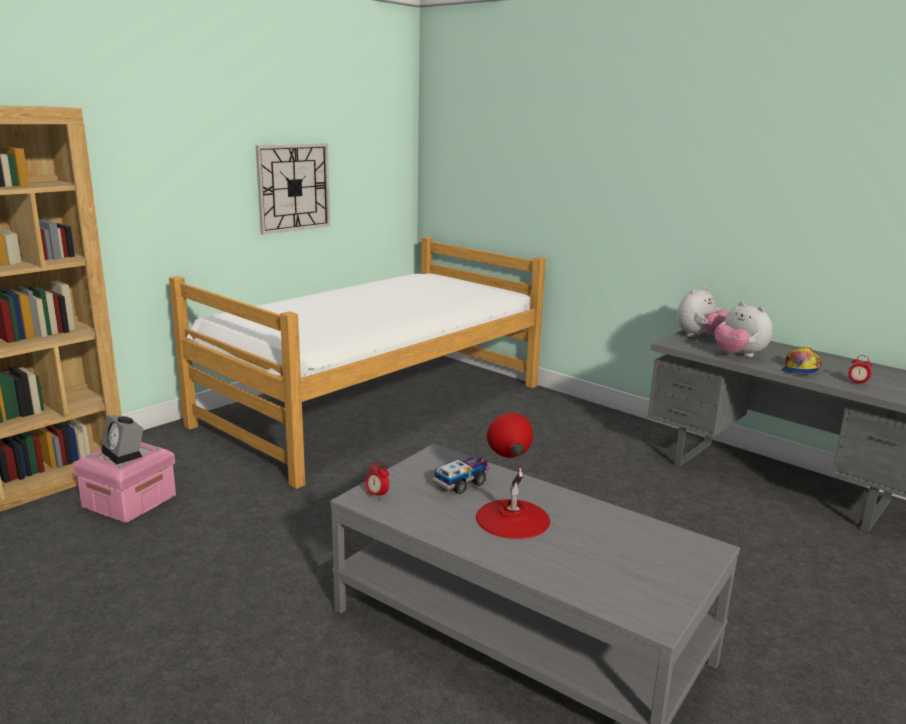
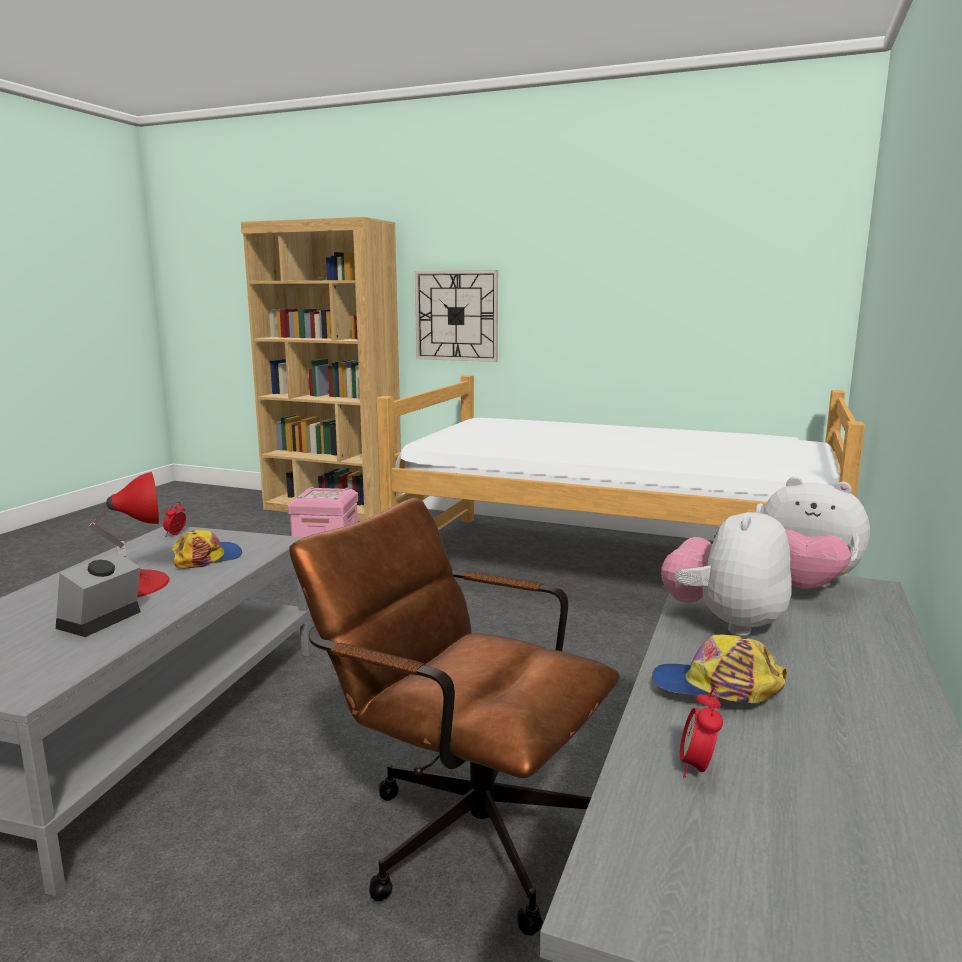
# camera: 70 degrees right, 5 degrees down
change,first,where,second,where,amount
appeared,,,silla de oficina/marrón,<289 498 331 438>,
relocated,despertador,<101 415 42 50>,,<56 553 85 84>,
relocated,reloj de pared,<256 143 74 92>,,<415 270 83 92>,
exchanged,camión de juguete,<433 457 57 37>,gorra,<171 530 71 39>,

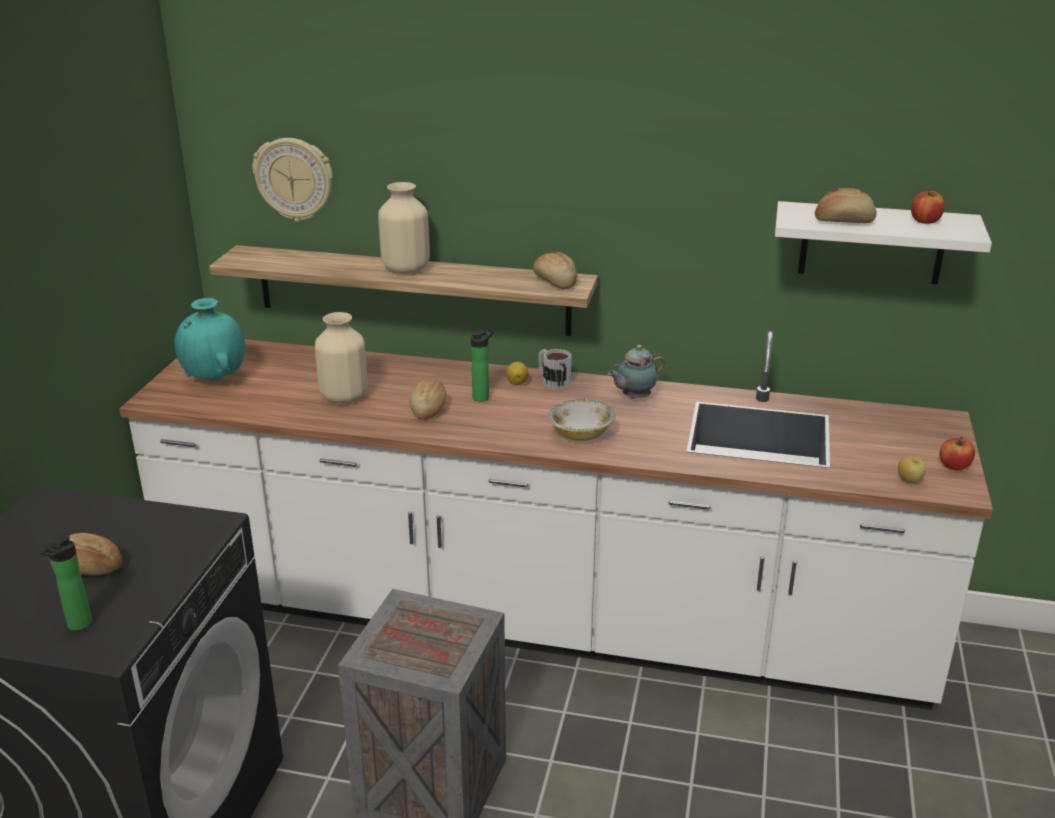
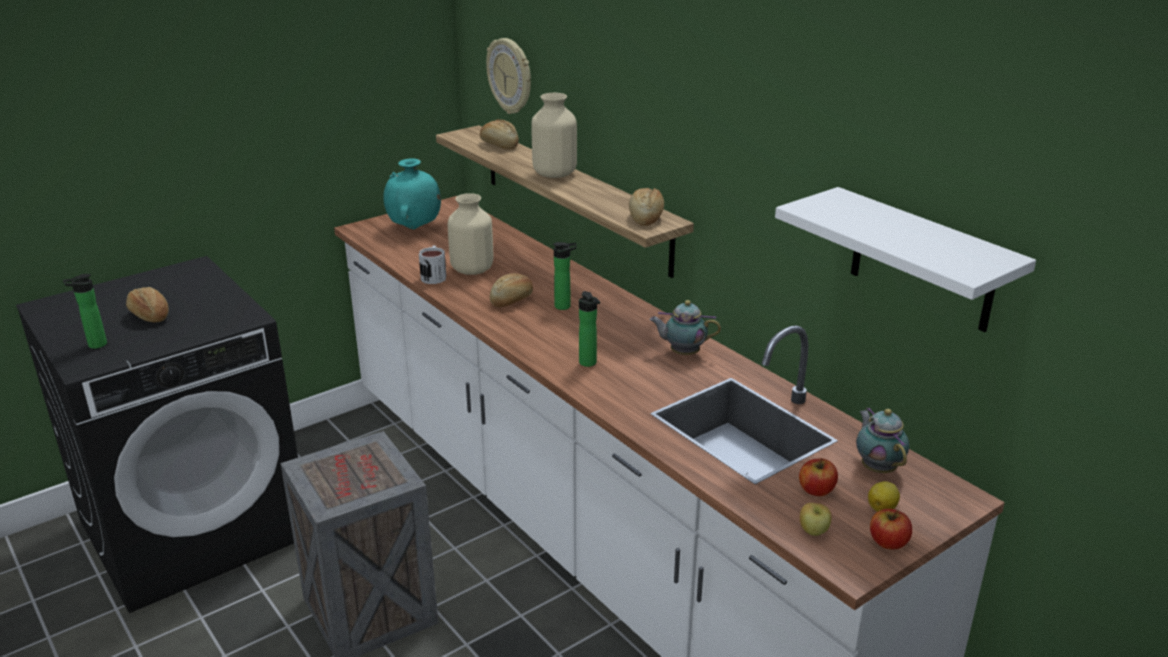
# camera: 40 degrees right, 0 degrees up
change,first,where,second,where,amount
appeared,,,tetera,<856 408 53 65>,
relocated,limón,<506 362 22 23>,,<868 481 32 31>,
relocated,taza grande,<539 349 33 41>,,<419 246 27 38>,
relocated,pan,<815 188 62 35>,,<480 119 39 31>,
relocated,manzana,<911 189 34 35>,,<799 458 39 38>,
exchanged,cuenco,<548 399 68 42>,botella,<579 291 21 76>,

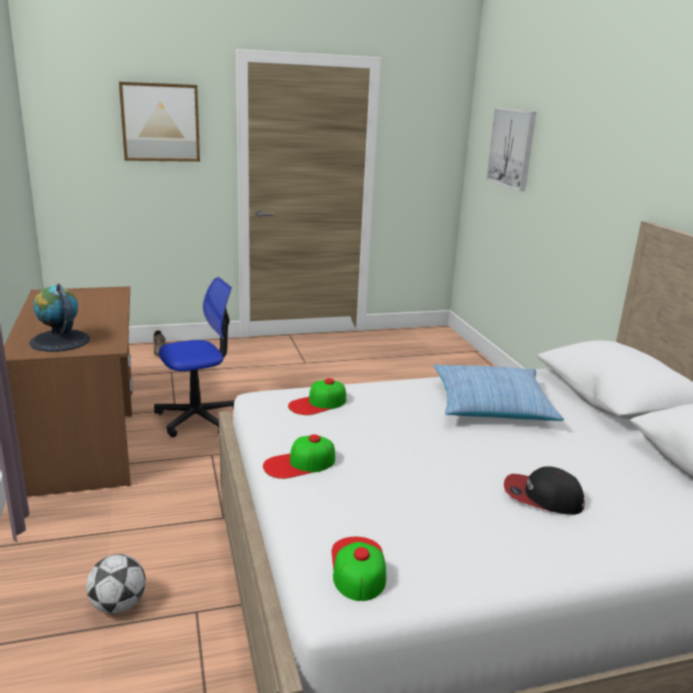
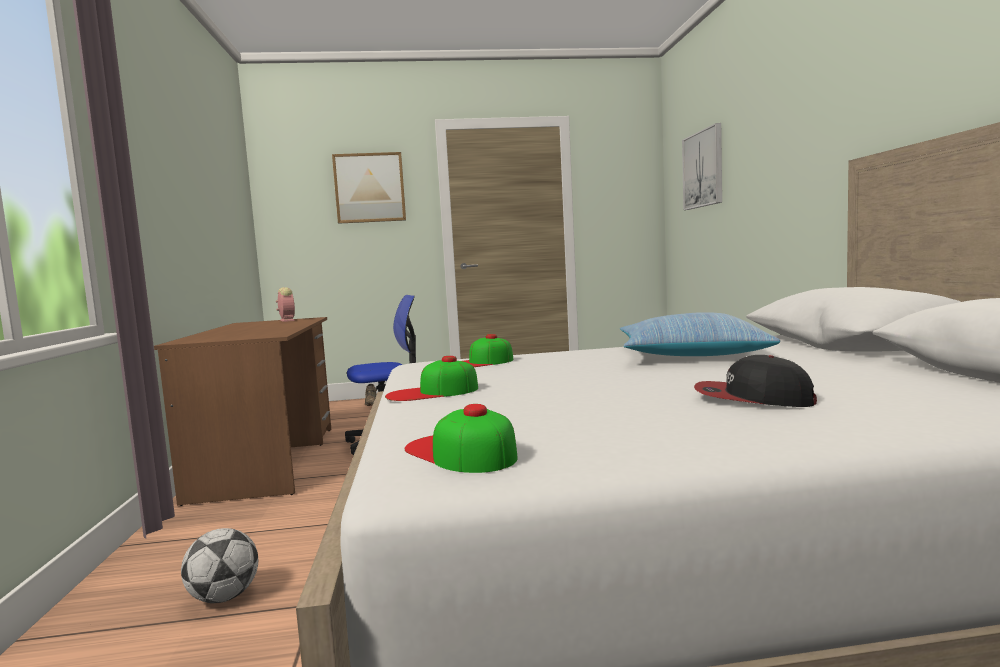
# camera: 10 degrees right, 15 degrees down
change,first,where,second,where,amount
missing,globo terráqueo,<29 284 61 68>,,,
appeared,,,despertador,<276 287 19 35>,
spun,gorra,<332 537 54 64>,,<405 404 113 69>,45 degrees counterclockwise

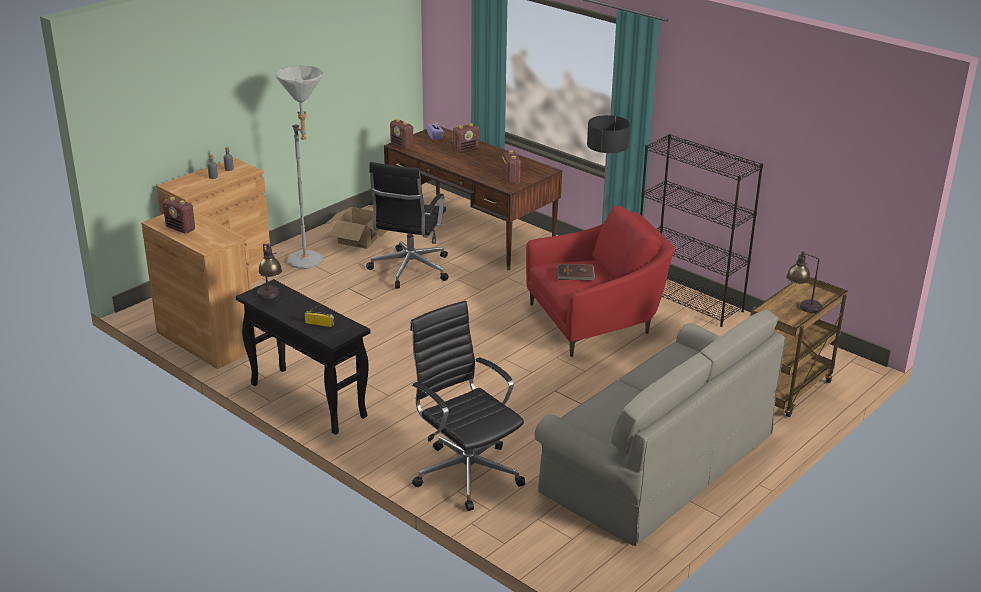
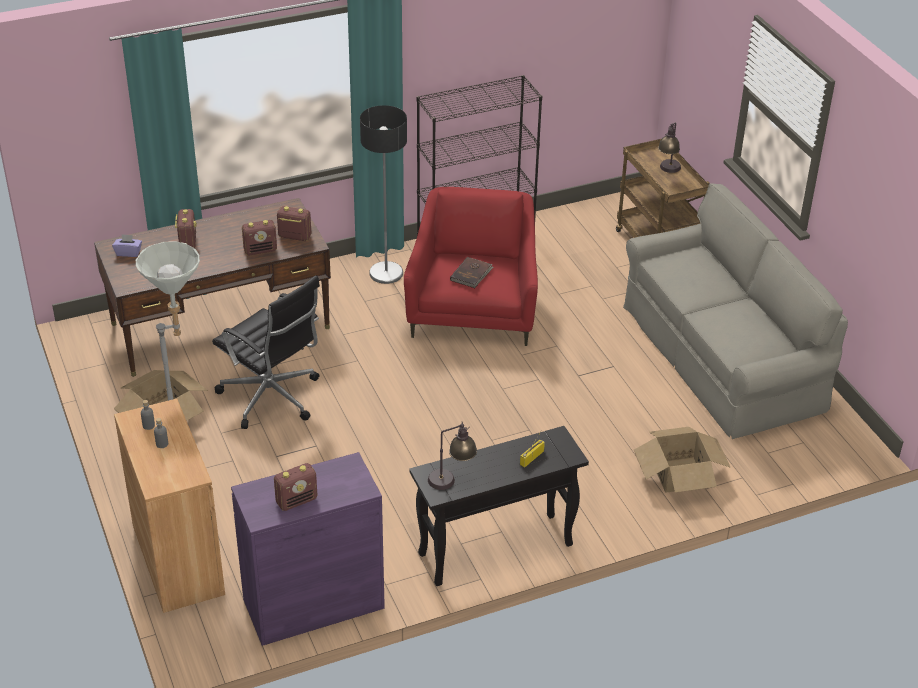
# camera: 65 degrees left, 10 degrees up
change,first,where,second,where,amount
relocated,radio,<390 119 24 31>,,<242 220 35 35>,
exchanged,silla de oficina/negro,<410 301 115 210>,caja de cartón,<634 427 97 66>,
colour,armario/marrón,<141 211 117 158>,armario/morado,<231 452 154 194>,

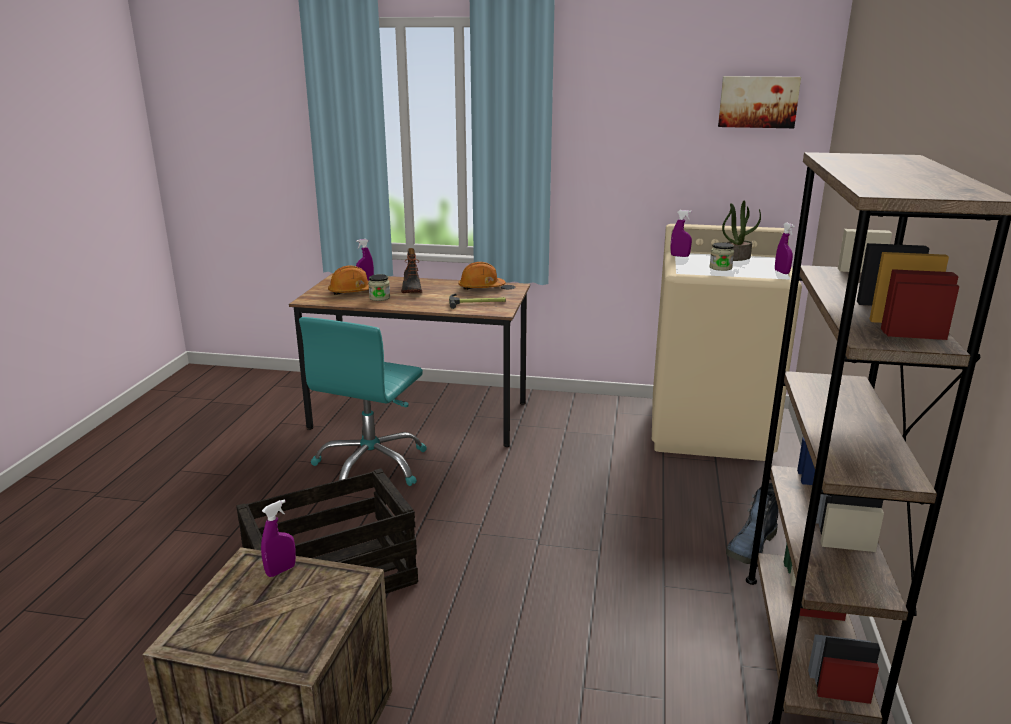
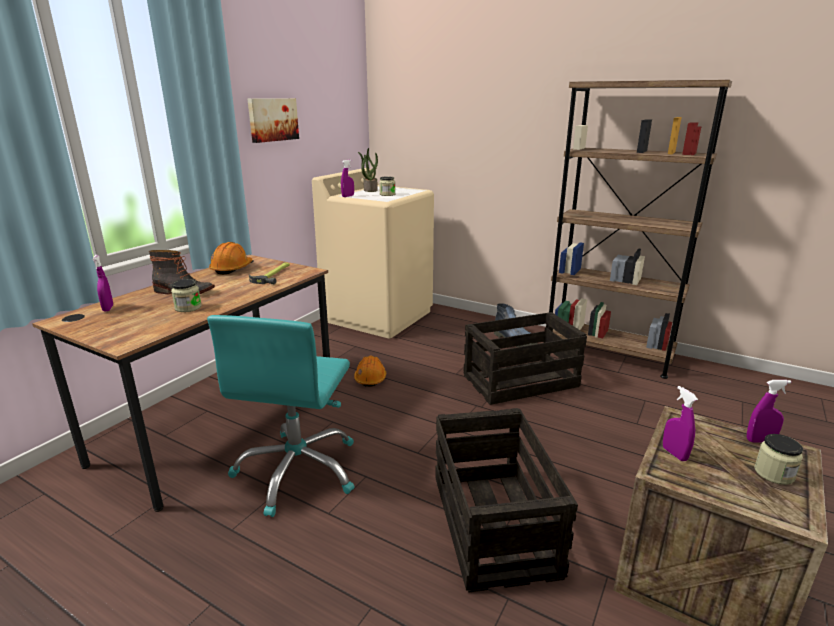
# camera: 70 degrees left, 0 degrees up
change,first,where,second,where,amount
appeared,,,caja de embalaje,<463 312 124 93>,
appeared,,,tarro,<754 434 49 51>,
relocated,casco/naranja,<328 266 41 29>,,<354 356 32 31>,
relocated,cuadro,<718 76 83 52>,,<247 98 52 45>,
relocated,pulverizador/morado,<775 223 20 51>,,<747 380 44 63>,
spun,silla de oficina/turquesa,<299 317 128 169>,,<207 315 148 202>,60 degrees clockwise

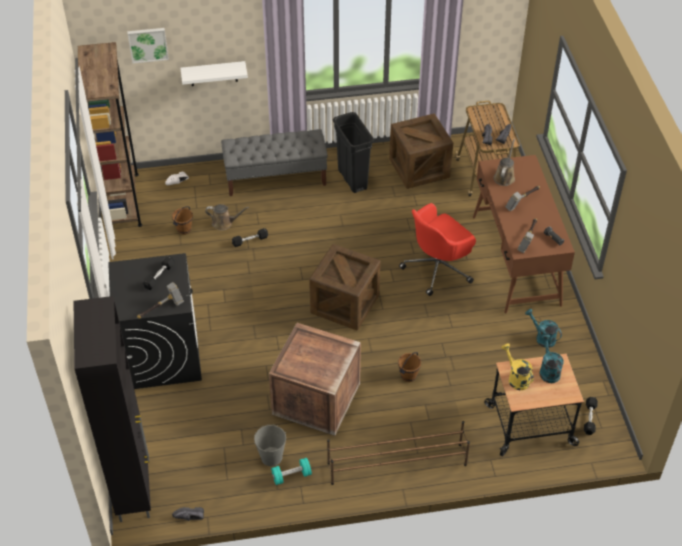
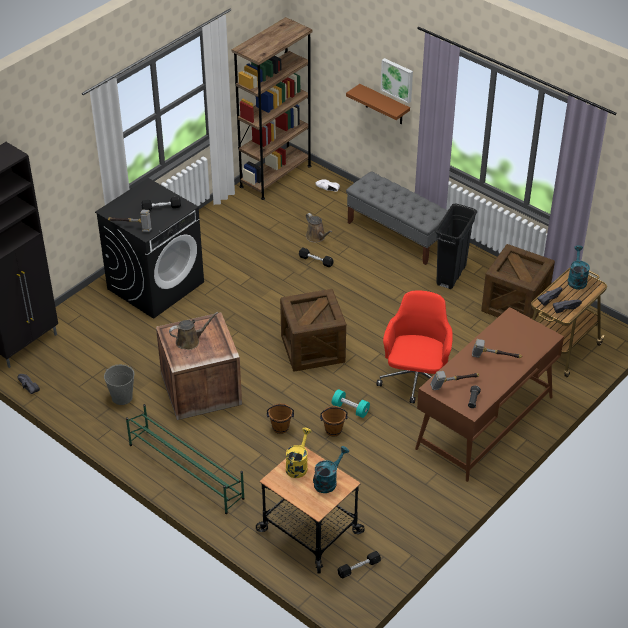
# camera: 50 degrees right, 5 degrees down
change,first,where,second,where,amount
relocated,cuadro,<127 28 42 36>,,<381 58 32 46>,
relocated,cubo/marrón,<172 206 21 29>,,<320 406 28 31>,
relocated,mancuerna/turquesa,<271 458 41 27>,,<332 389 38 29>,
relocated,regadera/marrón,<493 139 22 47>,,<169 312 49 38>,
relocated,regadera/turquesa,<525 309 37 39>,,<568 245 22 45>,
colour,estante/blanco,<181 61 67 25>,estante/marrón,<346 84 64 40>,
colour,zapatero/marrón,<327 421 143 64>,zapatero/verde,<126 404 119 110>,
spun,silla de oficina/rojo,<399 203 77 93>,,<376 290 77 114>,90 degrees clockwise

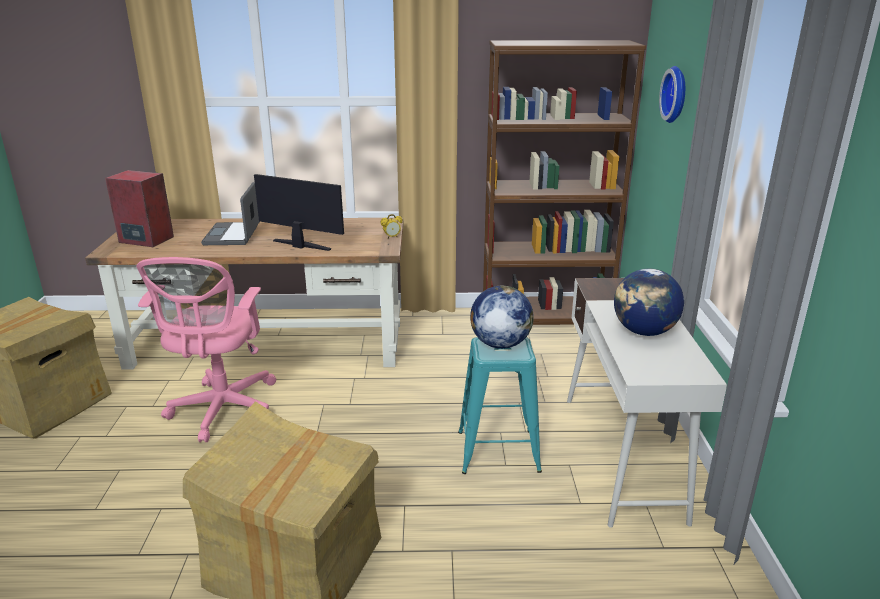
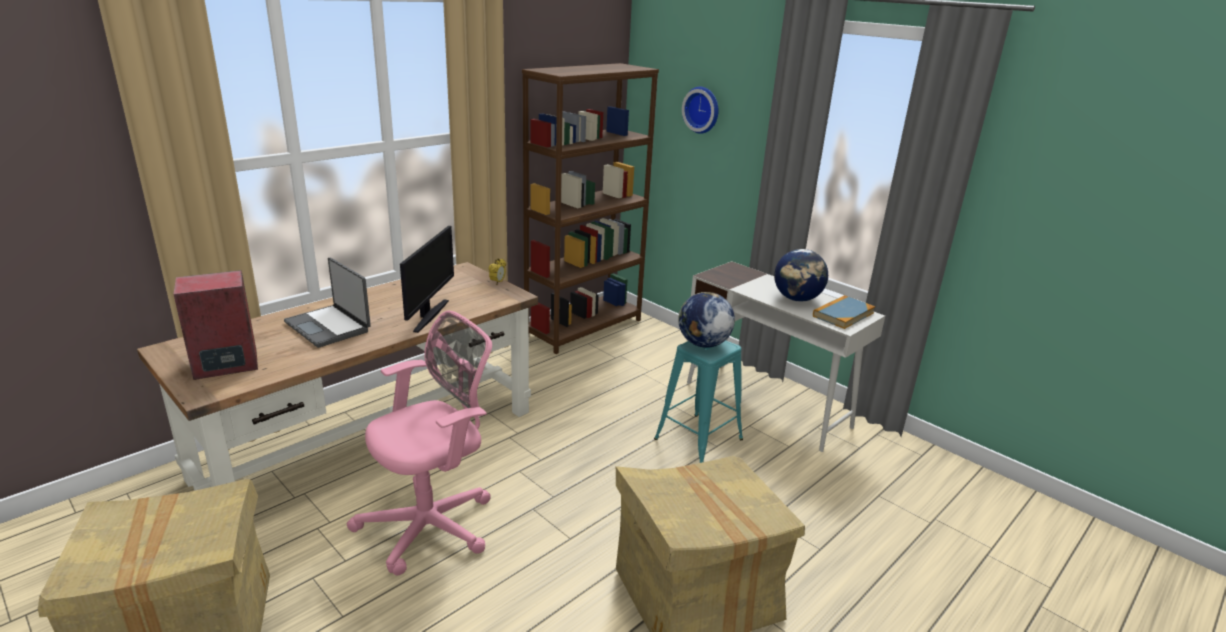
# camera: 45 degrees left, 0 degrees up
change,first,where,second,where,amount
appeared,,,libro,<813 295 62 34>,
spun,silla de oficina/rosa,<136 257 140 185>,,<347 311 145 264>,90 degrees counterclockwise
spun,monitor,<254 174 90 77>,,<400 226 54 107>,120 degrees clockwise

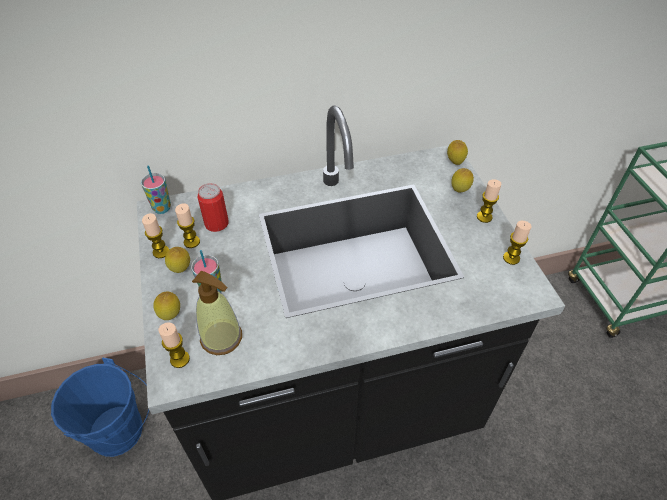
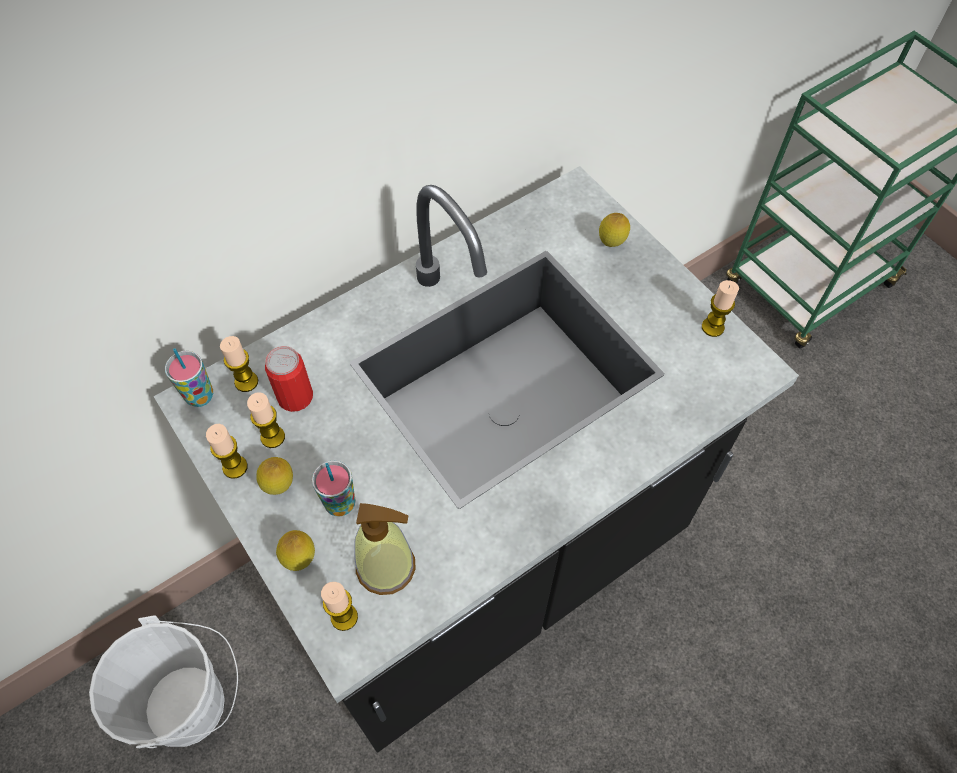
# camera: 20 degrees left, 10 degrees up
change,first,where,second,where,amount
missing,limón,<447 140 21 25>,,,
relocated,vela,<477 179 25 44>,,<220 336 38 56>,
colour,cubo/azul,<51 358 98 99>,cubo/blanco,<89 615 149 133>,

